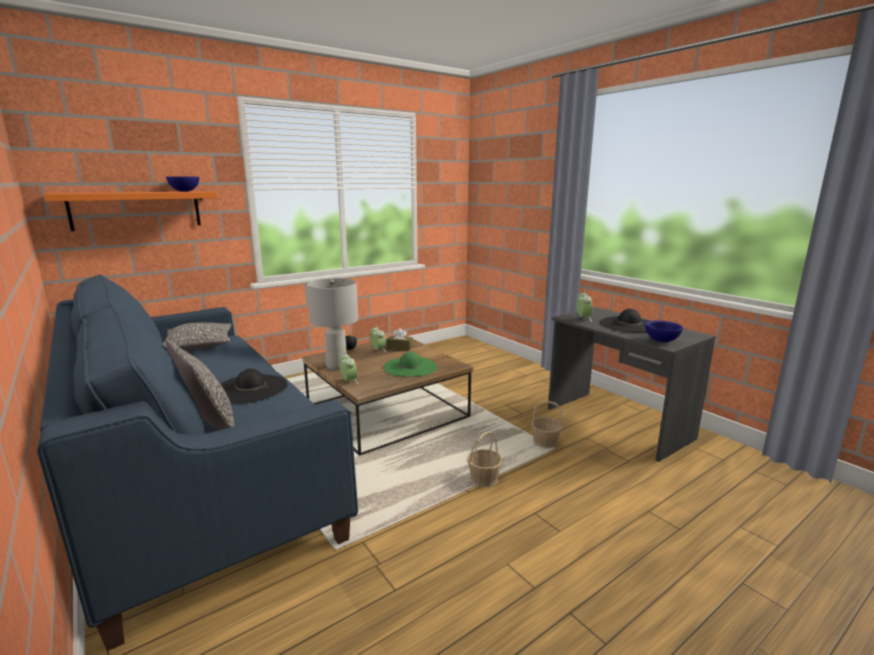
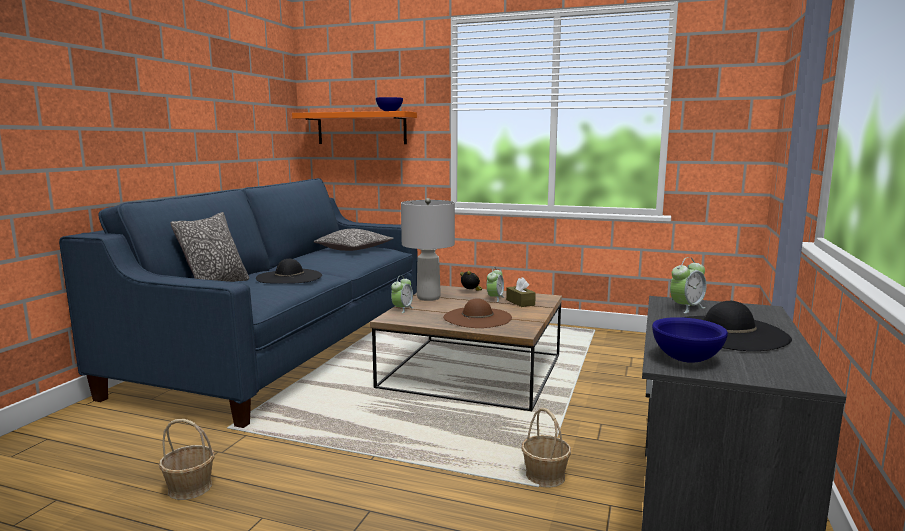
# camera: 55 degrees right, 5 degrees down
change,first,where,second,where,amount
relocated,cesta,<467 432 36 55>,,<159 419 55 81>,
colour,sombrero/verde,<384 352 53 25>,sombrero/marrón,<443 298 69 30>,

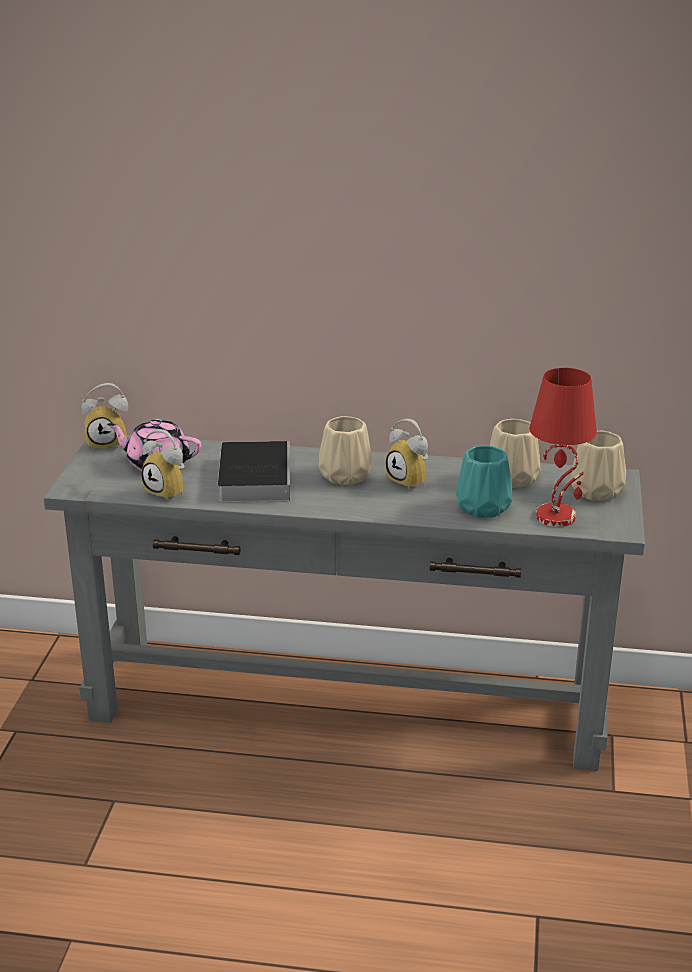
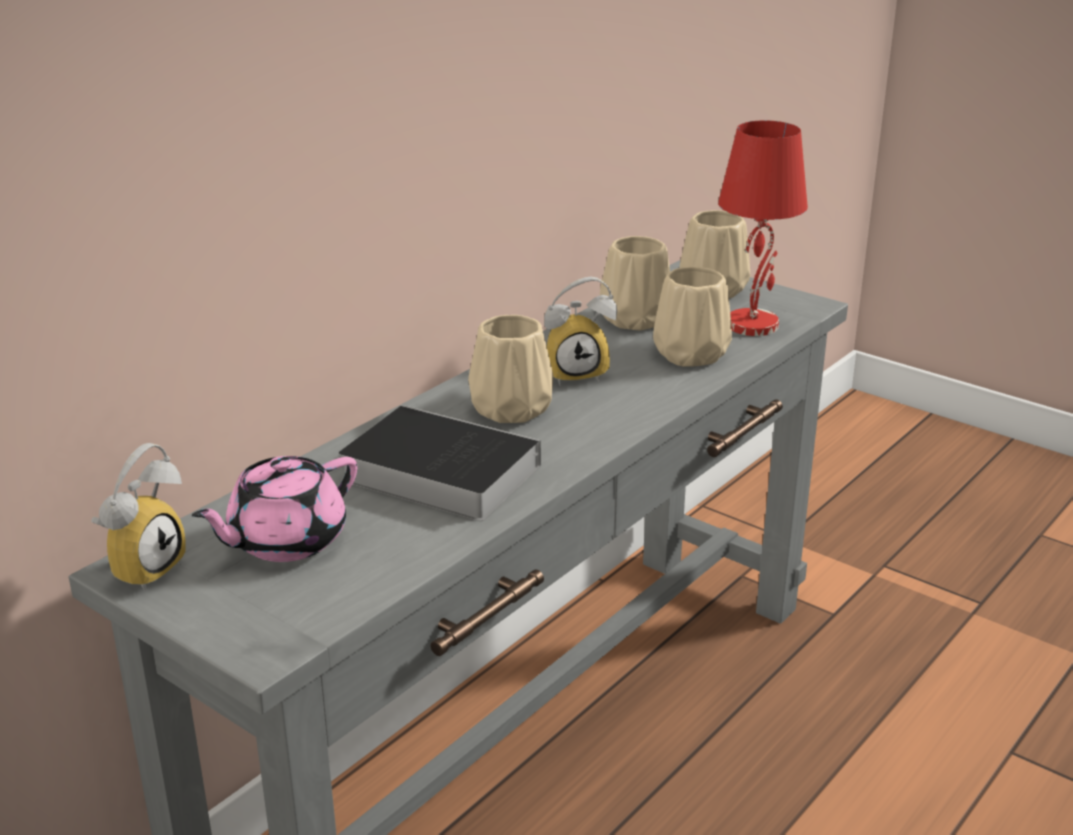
# camera: 60 degrees left, 0 degrees up
change,first,where,second,where,amount
missing,despertador,<141 429 43 73>,,,
colour,florero/turquesa,<456 446 56 72>,florero/beis,<653 267 79 100>,

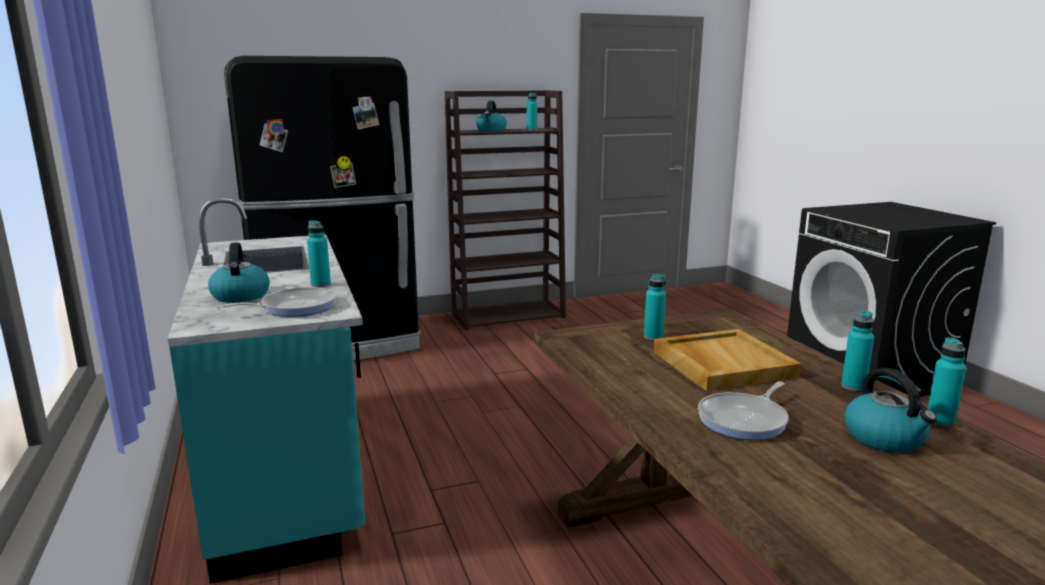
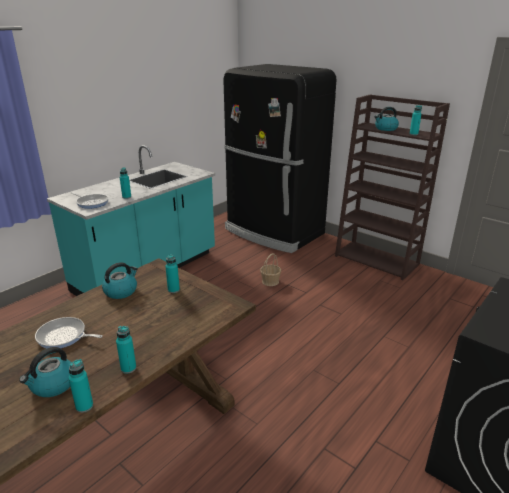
# camera: 60 degrees right, 10 degrees up
change,first,where,second,where,amount
missing,bandeja/beis,<654 329 147 62>,,,
appeared,,,cesta,<260 254 21 32>,
relocated,hervidor,<208 242 62 61>,,<102 262 36 37>,

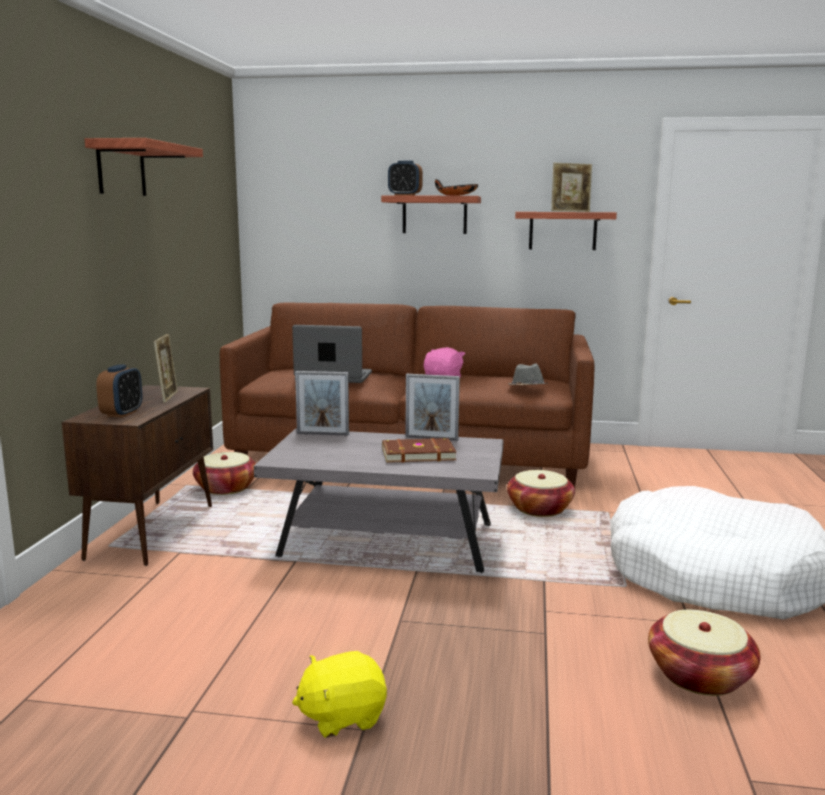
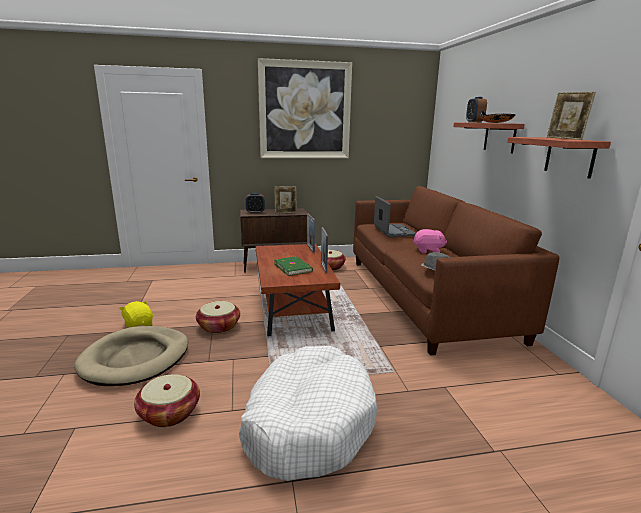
# camera: 70 degrees right, 5 degrees up
change,first,where,second,where,amount
appeared,,,cama para perro/beis,<74 326 114 60>,
relocated,cesta,<507 470 68 47>,,<196 301 44 33>,
exchanged,estante,<85 138 118 58>,cuadro,<258 58 94 100>,
colour,mesa de centro/gris,<254 429 250 144>,mesa de centro/marrón,<256 244 84 93>,
colour,libro/marrón,<382 438 74 25>,libro/verde,<274 256 39 20>,

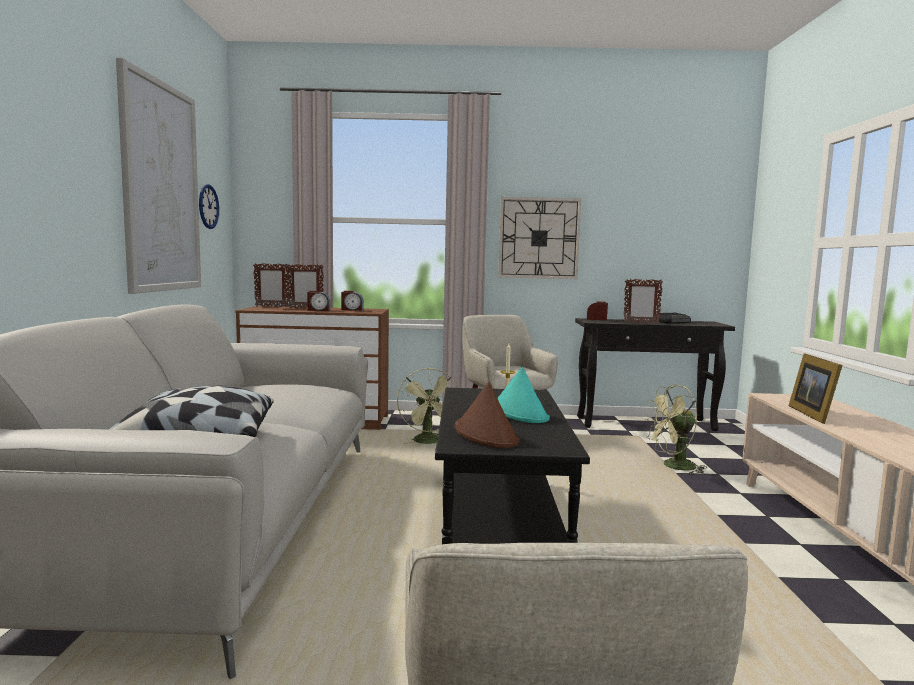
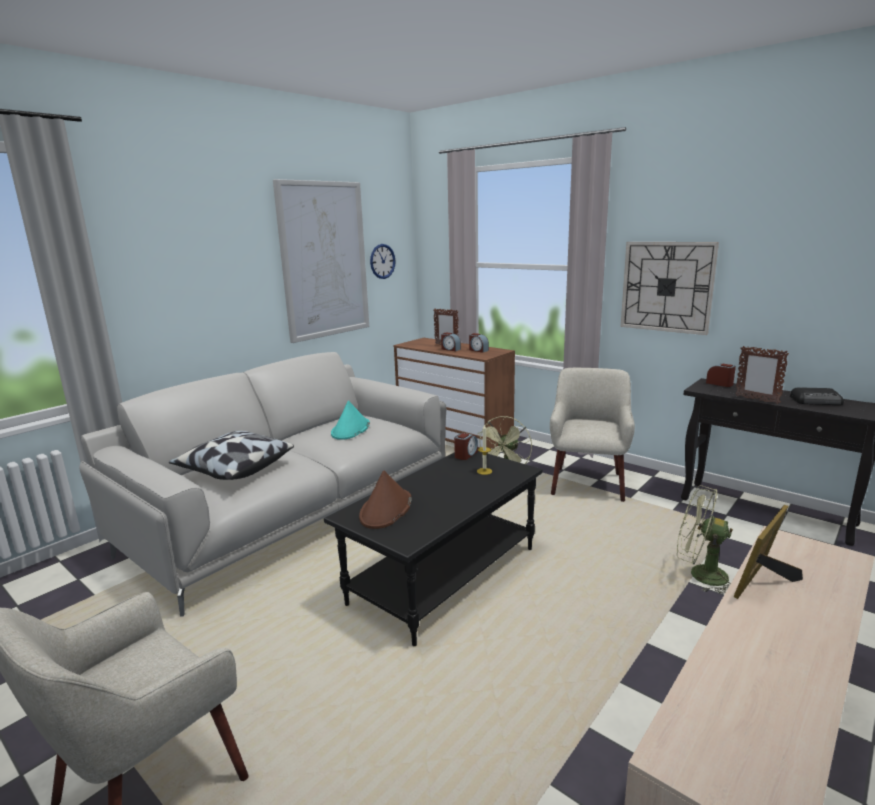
# camera: 40 degrees right, 10 degrees up
change,first,where,second,where,amount
missing,portarretratos,<253 263 36 44>,,,
appeared,,,despertador,<454 433 24 27>,
relocated,sombrero/turquesa,<498 367 52 56>,,<331 401 39 39>,

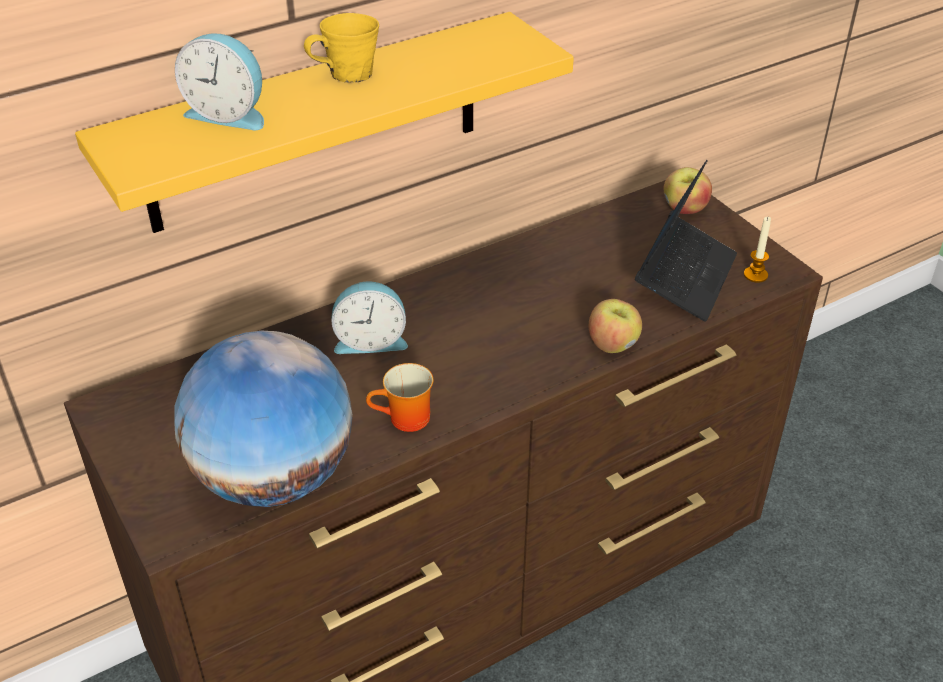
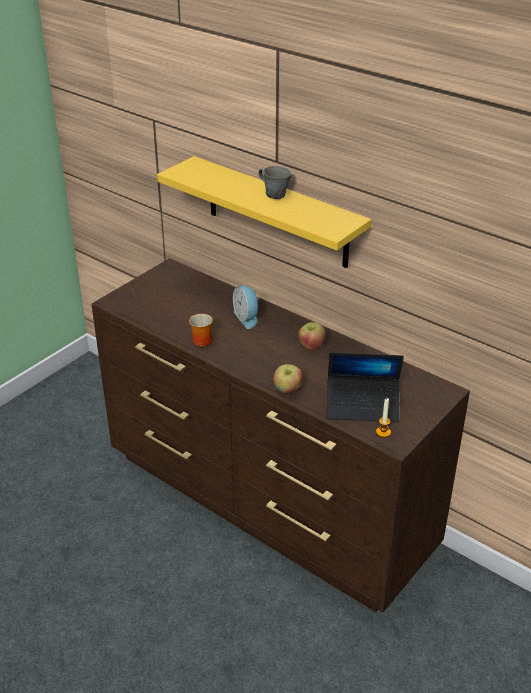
# camera: 70 degrees right, 5 degrees down
change,first,where,second,where,amount
missing,globo terráqueo,<174 331 179 176>,,,
missing,despertador,<175 33 89 97>,,,
relocated,manzana,<663 167 49 47>,,<298 322 28 29>,
colour,taza grande/amarillo,<304 13 75 69>,taza grande/gris,<258 166 33 33>,

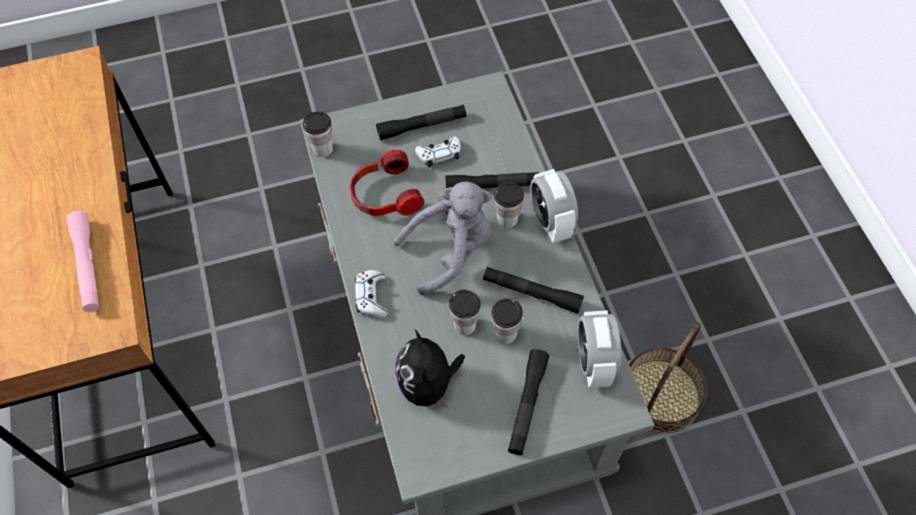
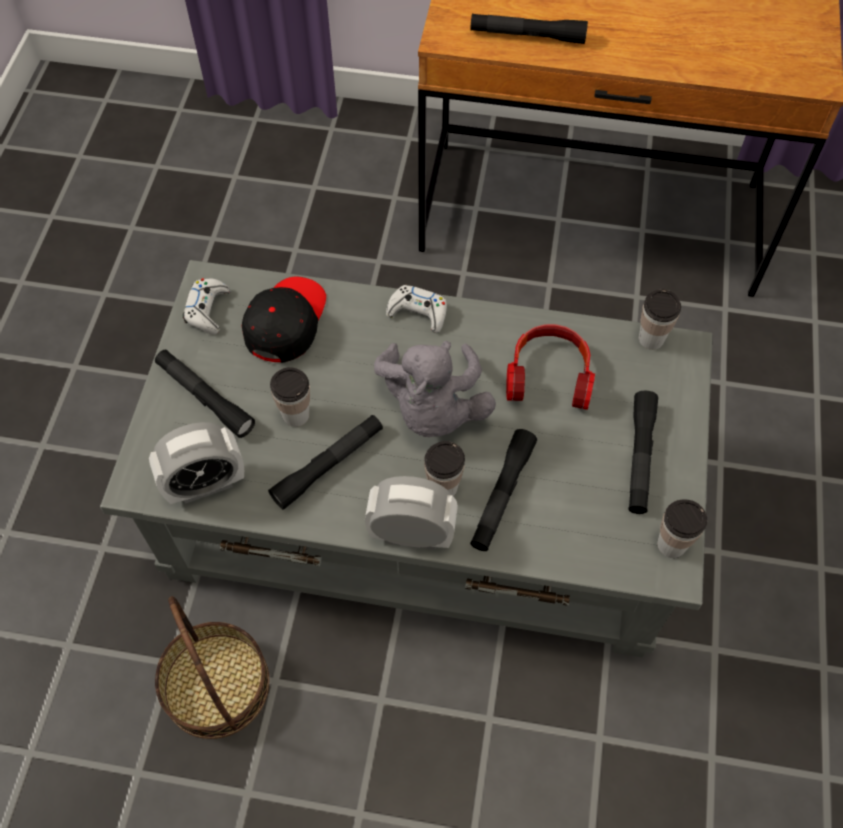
# camera: 115 degrees right, 0 degrees up
change,first,where,second,where,amount
relocated,mando de consola/blanco,<415 136 46 31>,,<183 278 47 57>,
relocated,taza,<449 290 32 45>,,<657 500 50 58>,
exchanged,peluche,<395 329 70 80>,gorra/negro,<242 276 84 87>,
colour,linterna/rosa,<66 211 34 101>,linterna/negro,<470 13 118 31>,
spun,despertador,<578 310 44 78>,,<149 422 95 82>,135 degrees clockwise

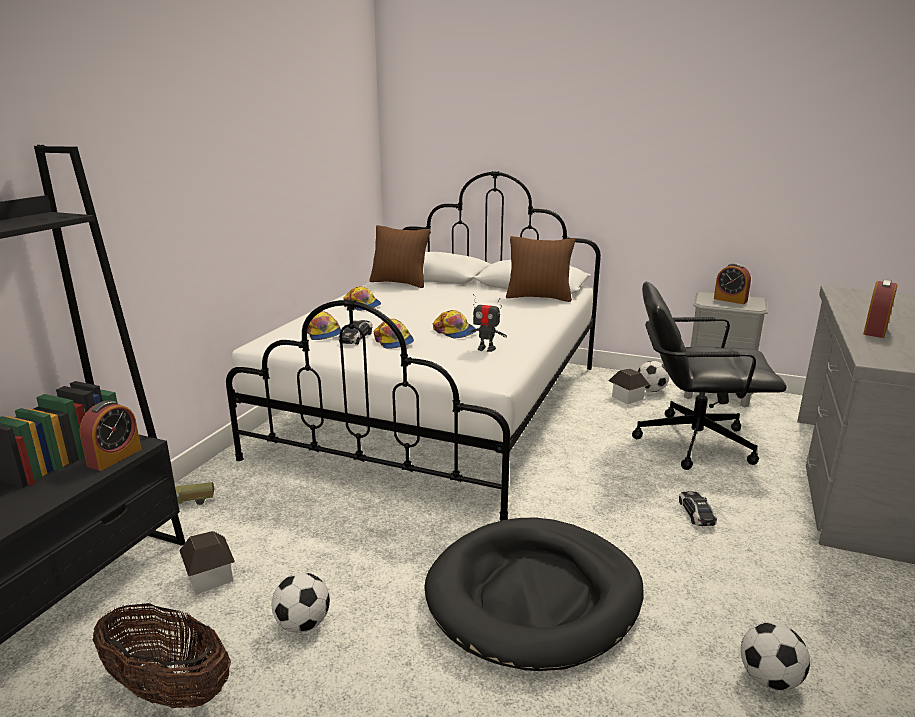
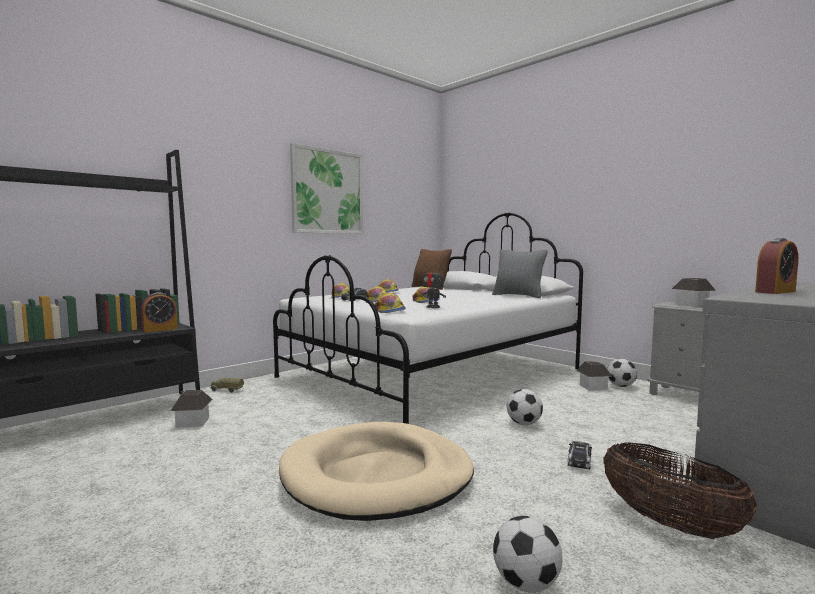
# camera: 25 degrees right, 15 degrees down
change,first,where,second,where,amount
missing,silla de oficina/negro,<632 282 155 188>,,,
appeared,,,cuadro,<290 143 73 91>,
appeared,,,gorra,<375 293 31 20>,
relocated,cesta,<93 603 138 105>,,<603 442 154 97>,
relocated,balón de fútbol,<272 573 58 60>,,<507 389 36 36>,
exchanged,despertador,<714 263 37 41>,casita,<672 278 44 29>,
colour,cama para perro/negro,<424 518 220 153>,cama para perro/beis,<279 422 195 99>,
colour,cojín/marrón,<506 236 69 66>,cojín/gris,<492 250 56 48>,

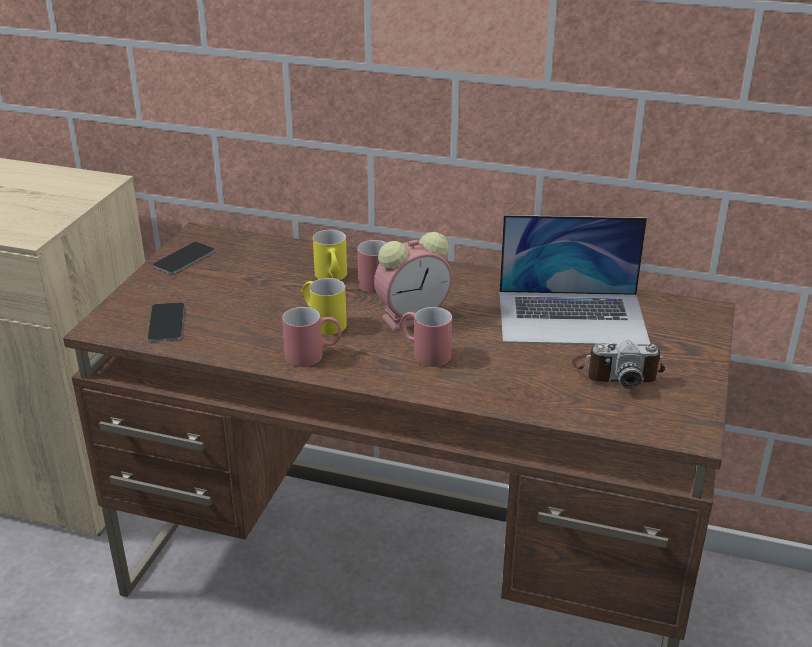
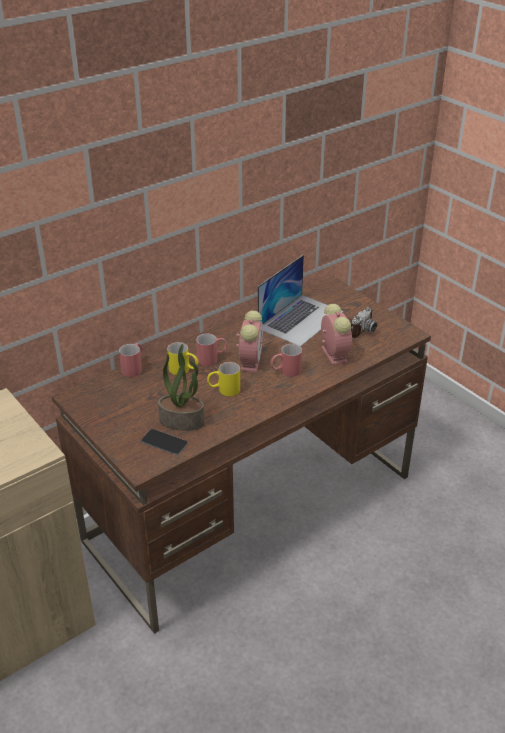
# camera: 55 degrees left, 5 degrees up
change,first,where,second,where,amount
missing,móvil,<153 242 61 32>,,,
appeared,,,planta en maceta,<158 344 47 87>,
appeared,,,despertador,<321 304 31 61>,
relocated,taza grande/rojo,<282 307 60 60>,,<119 343 24 34>,

